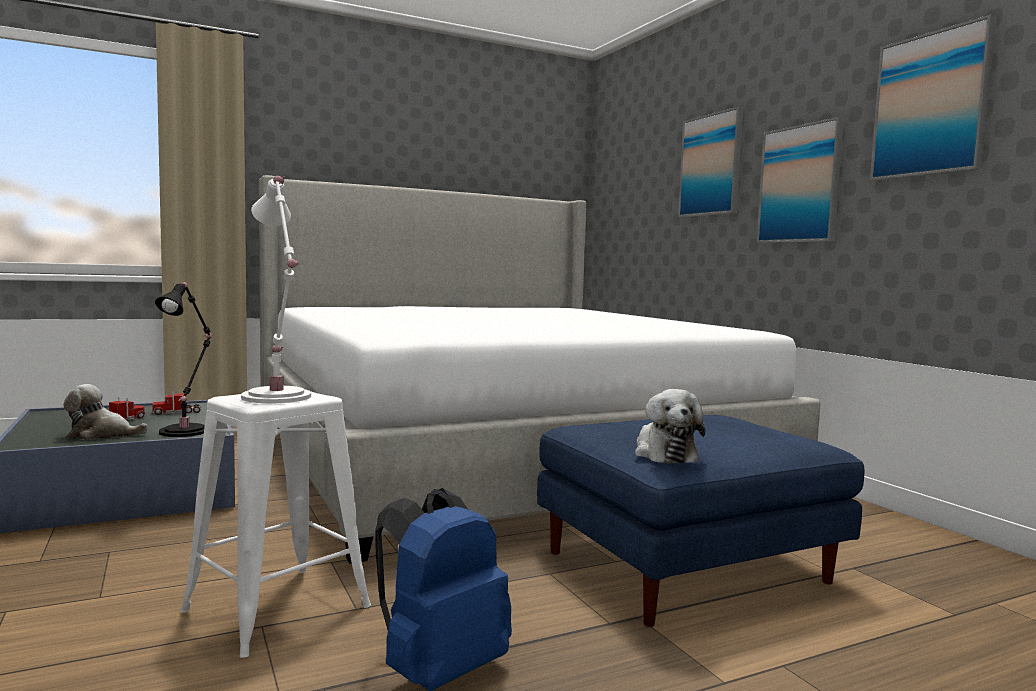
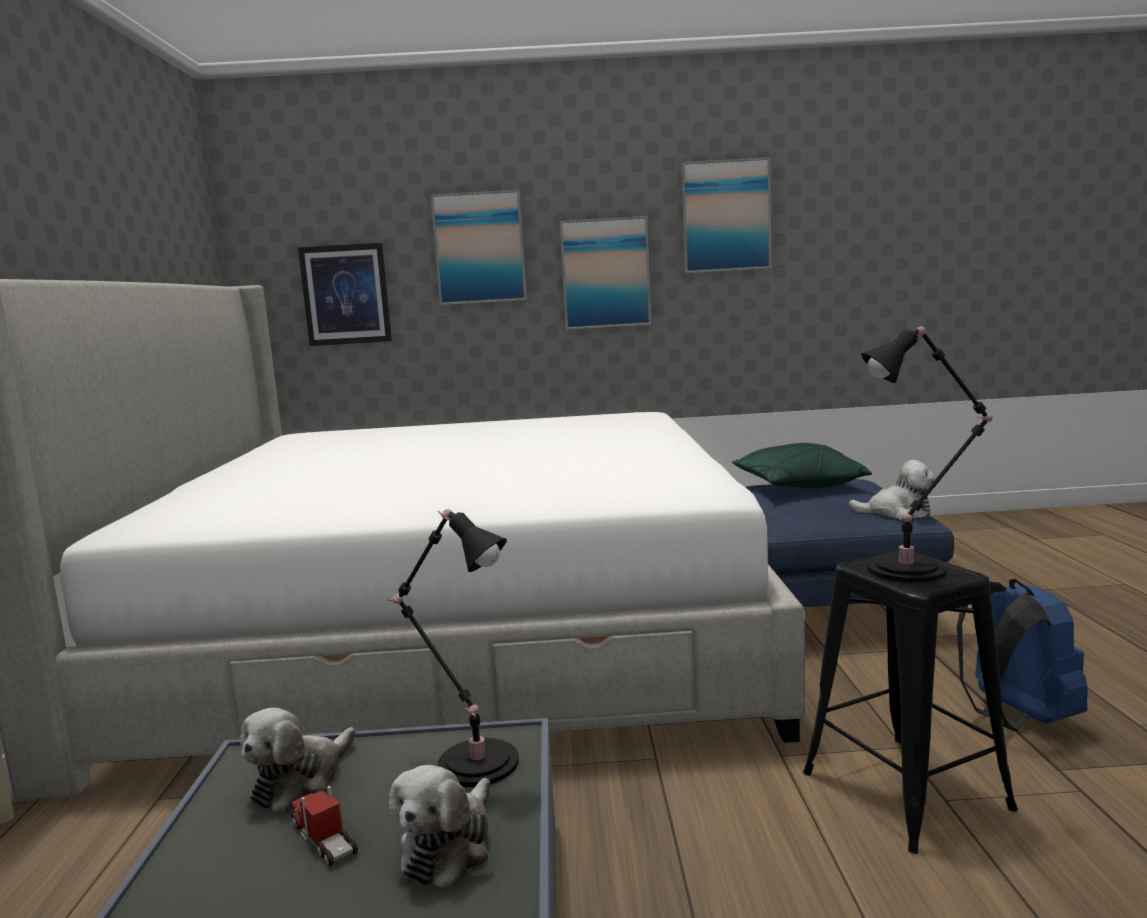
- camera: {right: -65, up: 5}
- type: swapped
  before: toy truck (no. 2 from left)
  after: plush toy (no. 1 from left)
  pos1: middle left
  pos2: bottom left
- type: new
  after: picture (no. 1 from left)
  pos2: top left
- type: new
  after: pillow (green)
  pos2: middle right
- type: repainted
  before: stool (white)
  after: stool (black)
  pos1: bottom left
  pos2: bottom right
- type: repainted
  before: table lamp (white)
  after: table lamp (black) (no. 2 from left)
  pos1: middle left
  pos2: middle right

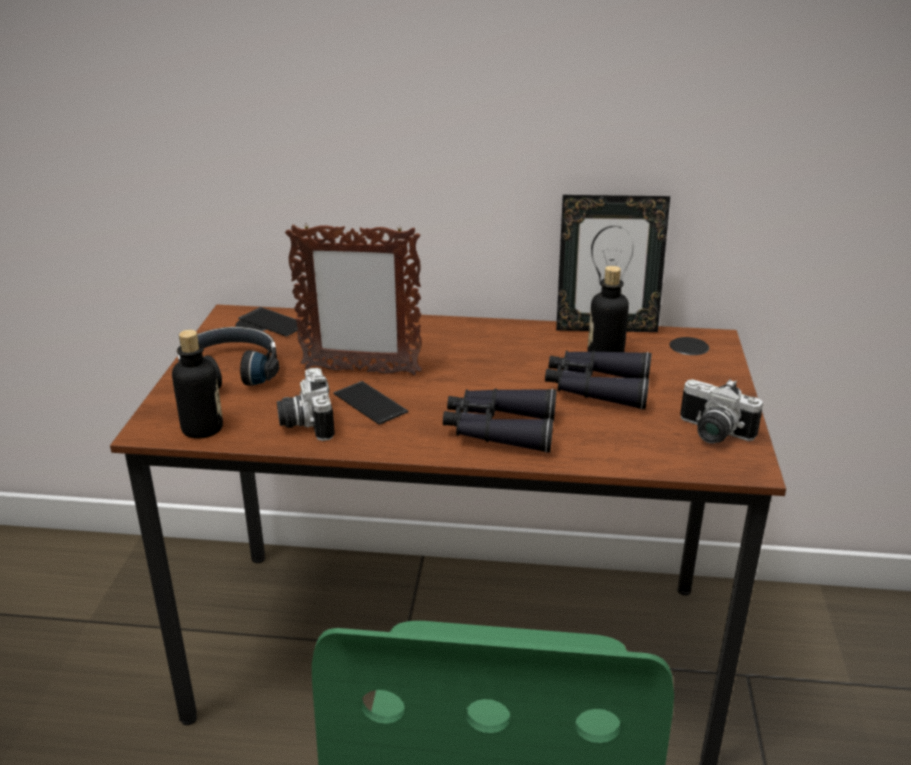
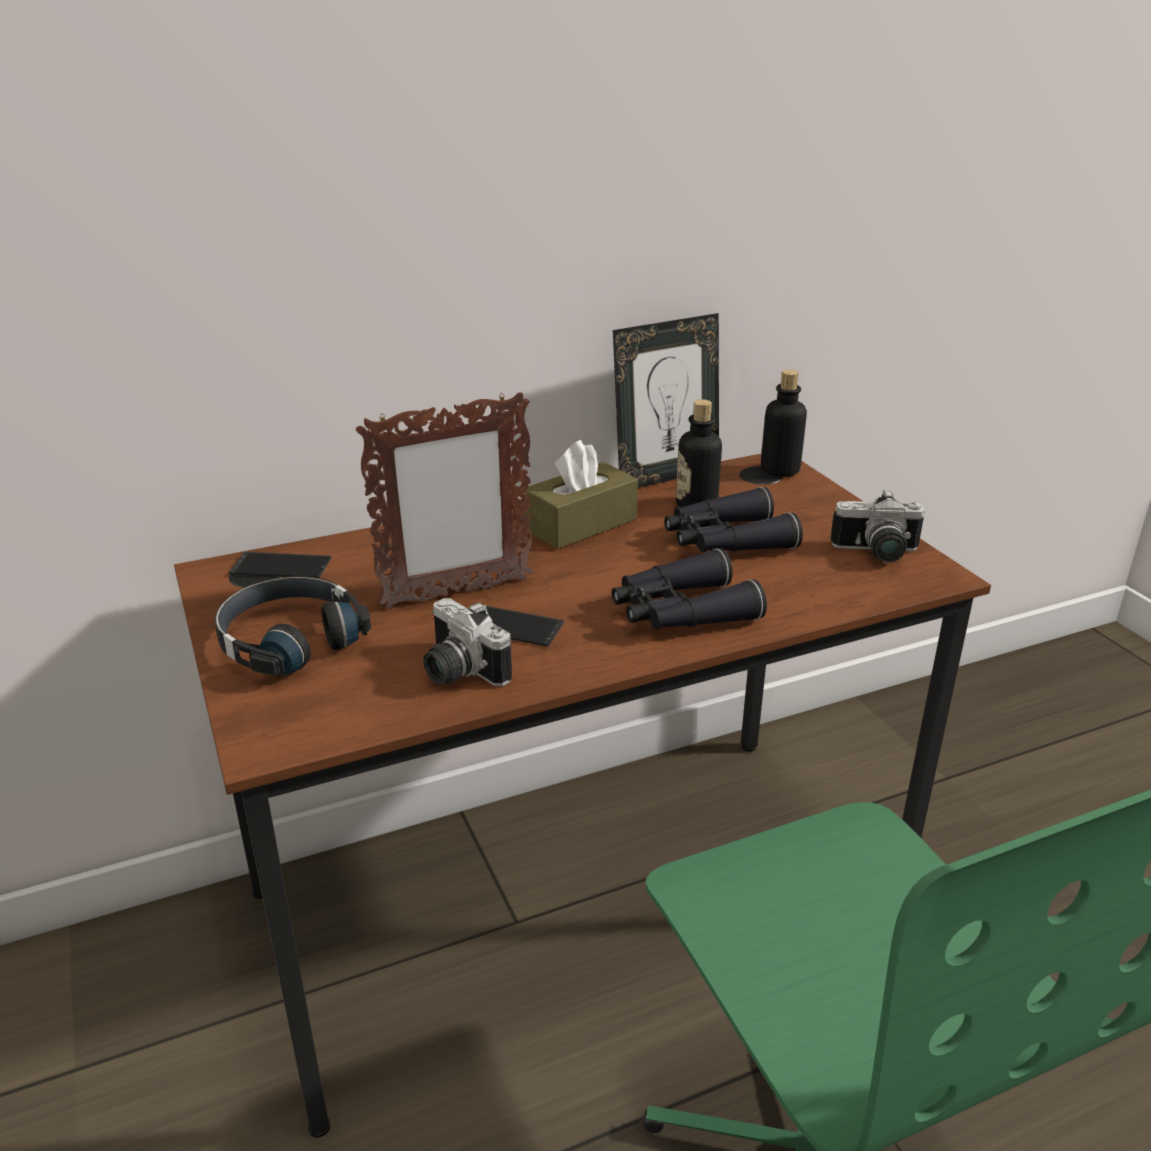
- camera: {right: -30, up: 0}
- type: new
  after: tissue box (brown)
  pos2: centre
- type: shifted
  before: bottle (no. 1 from left in the first image)
  after: bottle (no. 2 from left)
  pos1: middle left
  pos2: middle right

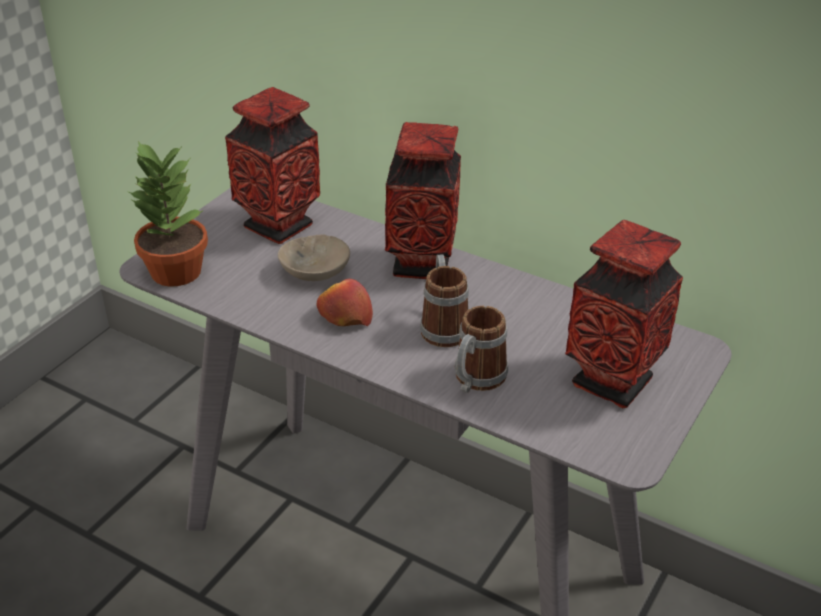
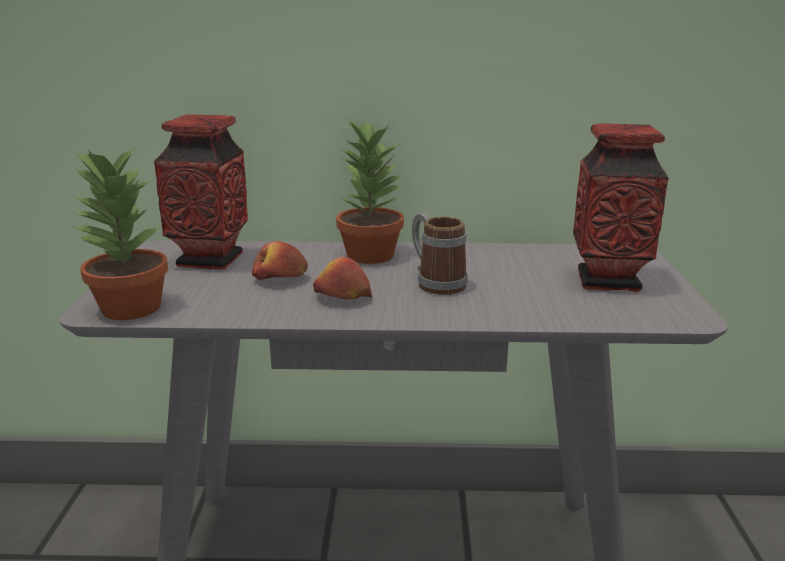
- camera: {right: -30, up: -15}
- type: swapped
  before: bowl (beige)
  after: apple (no. 1 from left)
  pos1: centre
  pos2: centre
- type: swapped
  before: vase (no. 2 from left)
  after: potted plant (no. 2 from left)
  pos1: top centre
  pos2: centre
- type: gone
  before: mug (no. 2 from left)
  pos1: centre

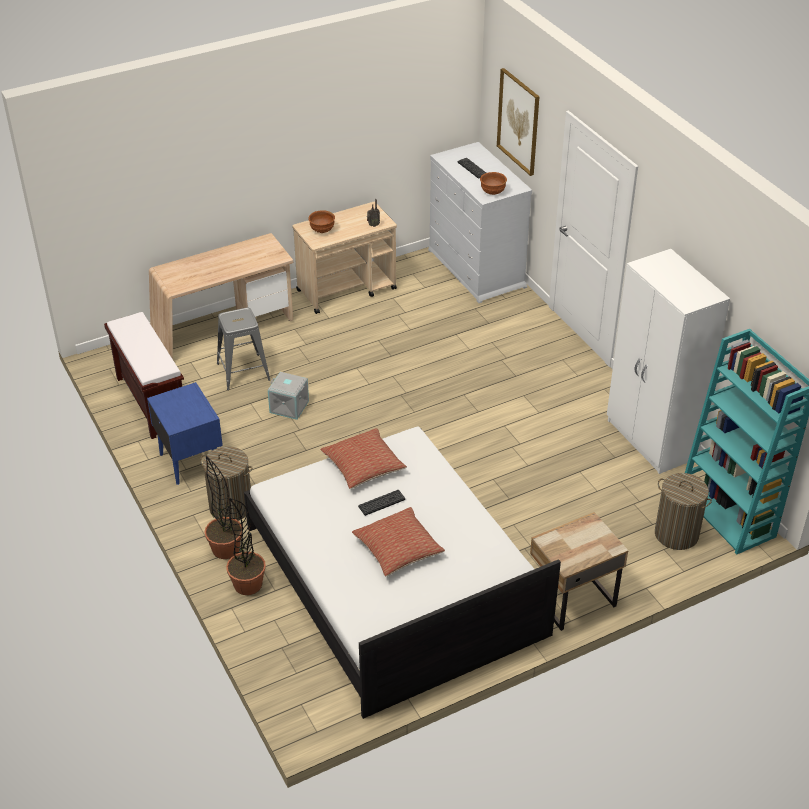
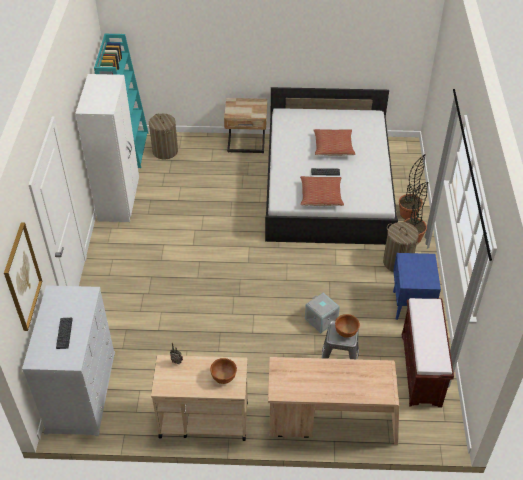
- camera: {right: -150, up: 5}
- type: shifted
  before: bowl (brown) (no. 2 from left)
  pos1: top centre
  pos2: bottom centre

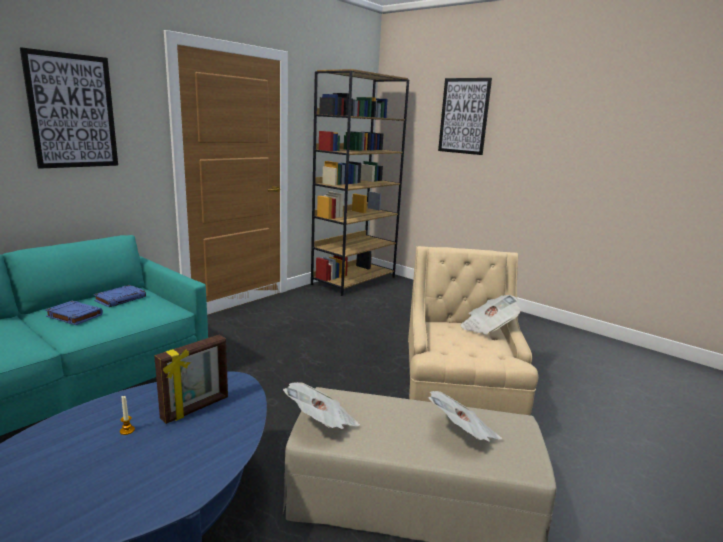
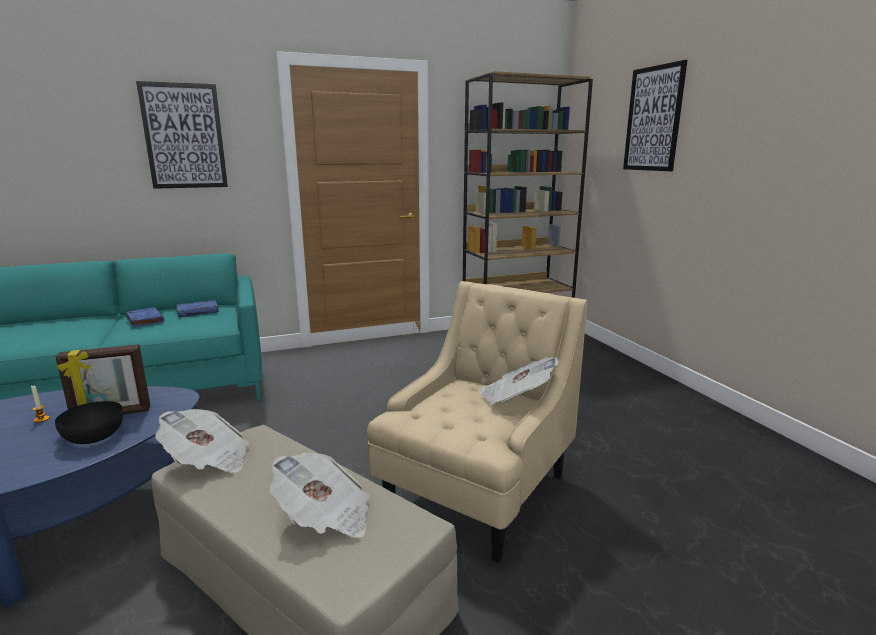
- camera: {right: 30, up: 0}
- type: new
  after: bowl (black)
  pos2: middle left

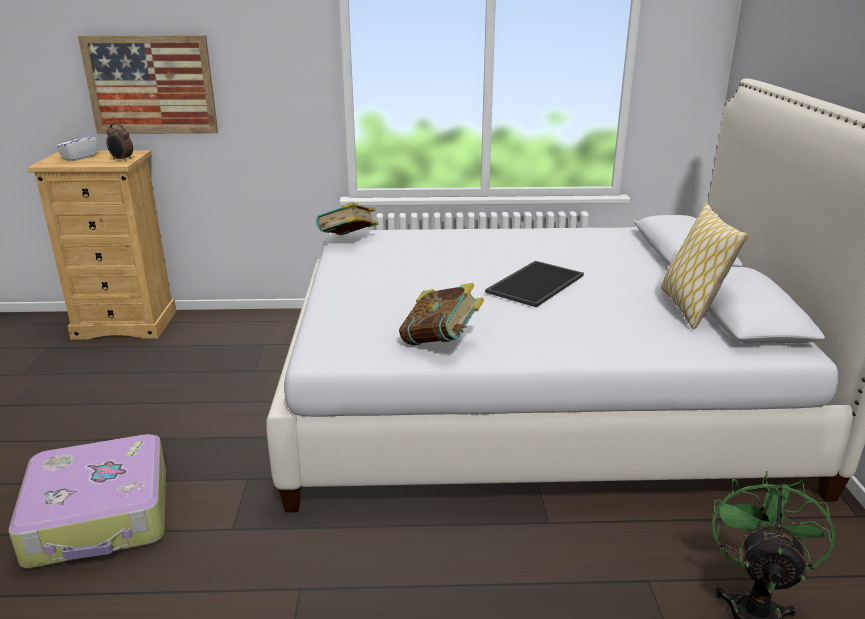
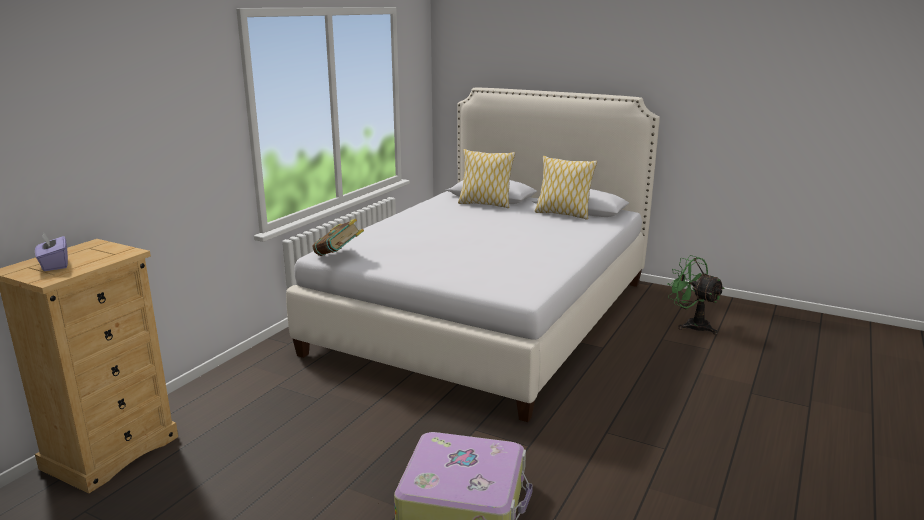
- camera: {right: -60, up: -5}
- type: repainted
  before: tissue box (white)
  after: tissue box (purple)
  pos1: top left
  pos2: middle left
- type: new
  after: pillow (no. 1 from left)
  pos2: centre
- type: gone
  before: picture
  pos1: top left
- type: gone
  before: alarm clock
  pos1: top left
- type: gone
  before: book (no. 2 from left)
  pos1: centre
- type: gone
  before: tray
  pos1: centre

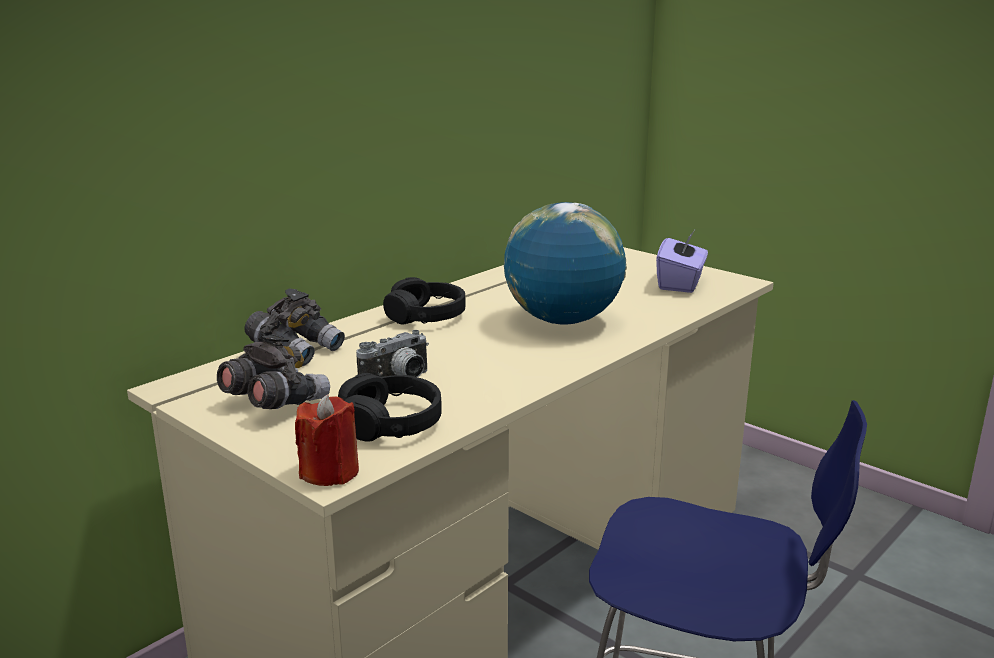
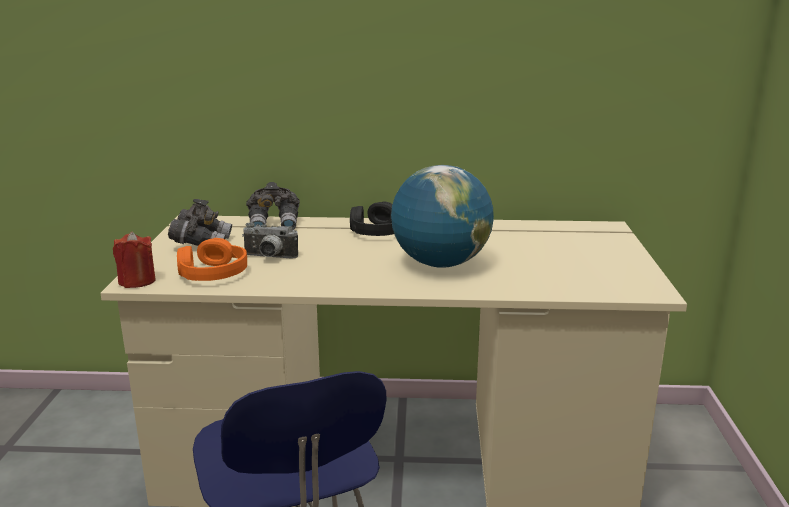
- camera: {right: 50, up: 0}
- type: repainted
  before: headphones (black) (no. 1 from left)
  after: headphones (orange)
  pos1: centre
  pos2: middle left
- type: gone
  before: tissue box (purple)
  pos1: middle right

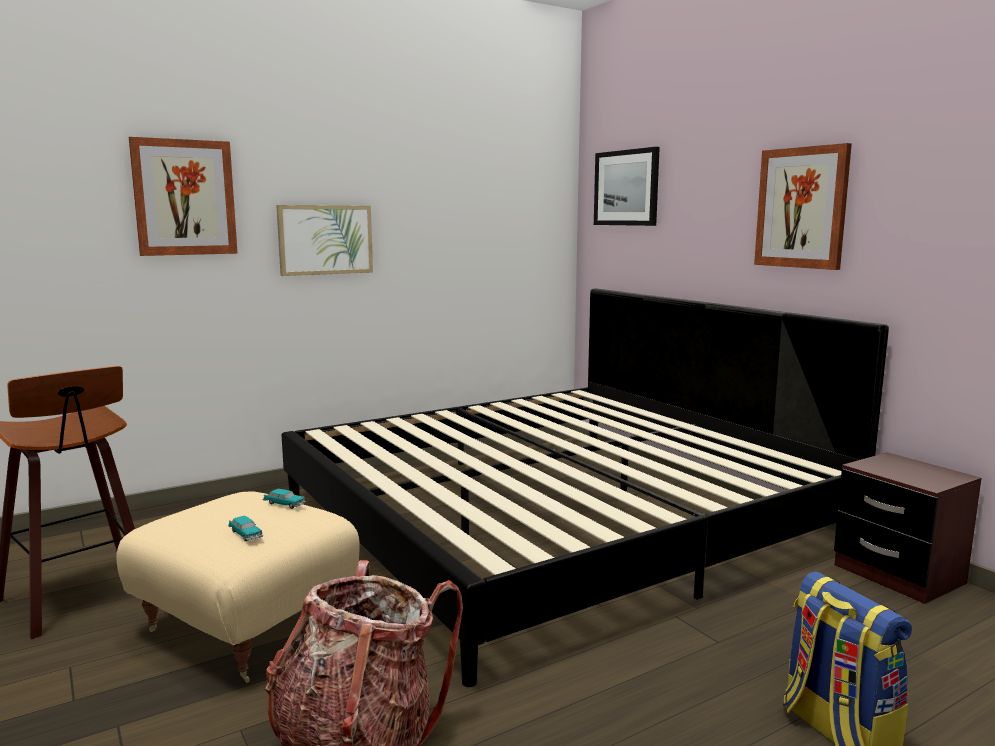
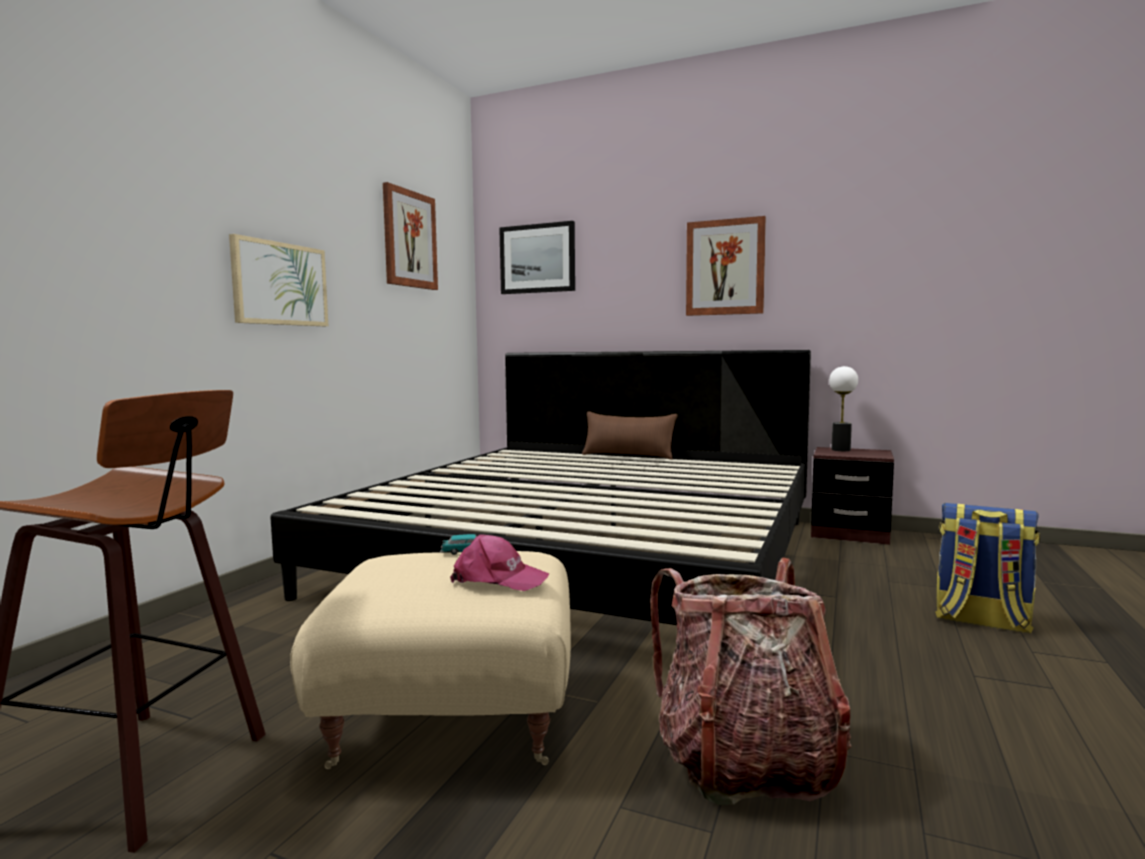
- camera: {right: -35, up: -5}
- type: shifted
  before: picture (no. 1 from left in the first image)
  after: picture (no. 2 from left)
  pos1: top left
  pos2: top centre
- type: swapped
  before: toy car (no. 1 from left)
  after: cap (pink)
  pos1: bottom left
  pos2: centre
- type: new
  after: pillow (brown)
  pos2: centre
- type: new
  after: table lamp
  pos2: middle right

